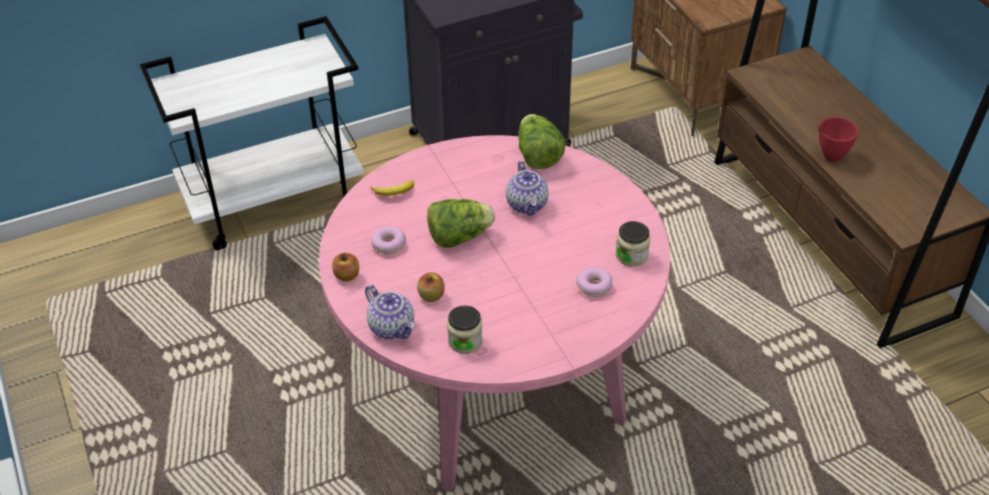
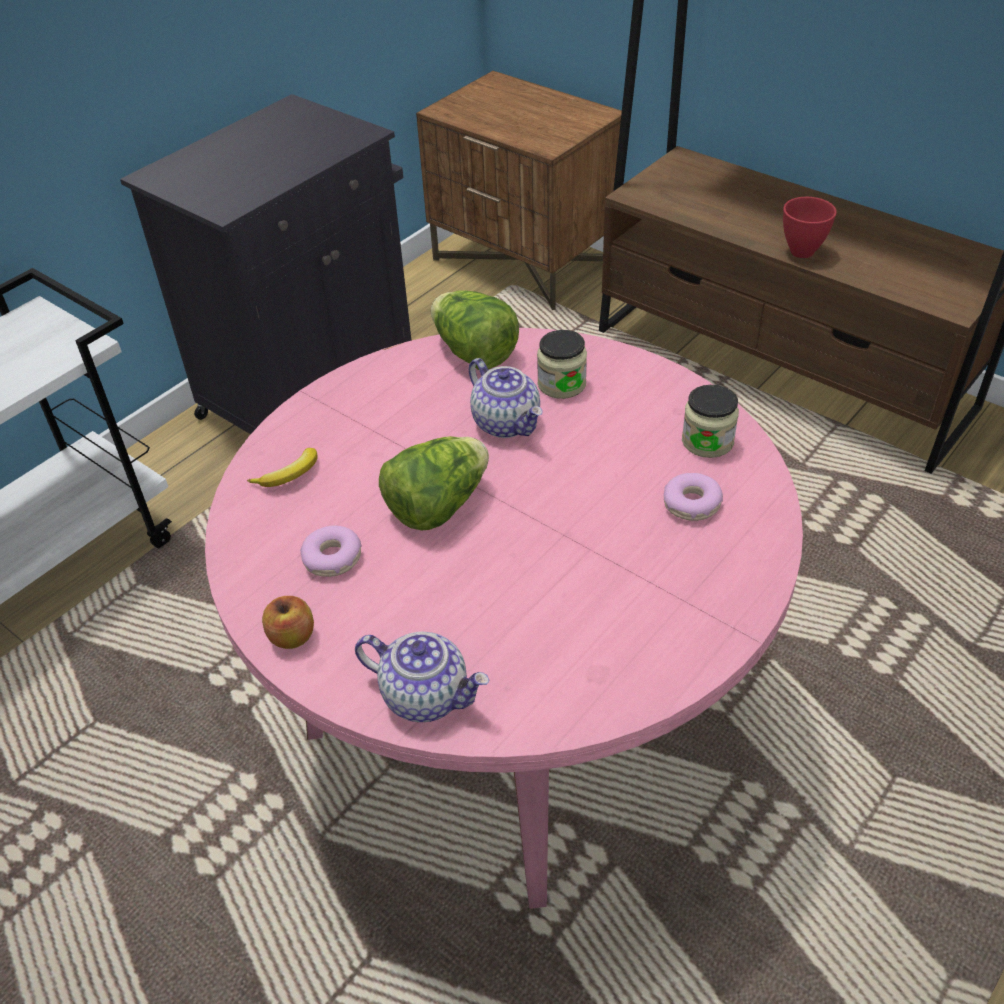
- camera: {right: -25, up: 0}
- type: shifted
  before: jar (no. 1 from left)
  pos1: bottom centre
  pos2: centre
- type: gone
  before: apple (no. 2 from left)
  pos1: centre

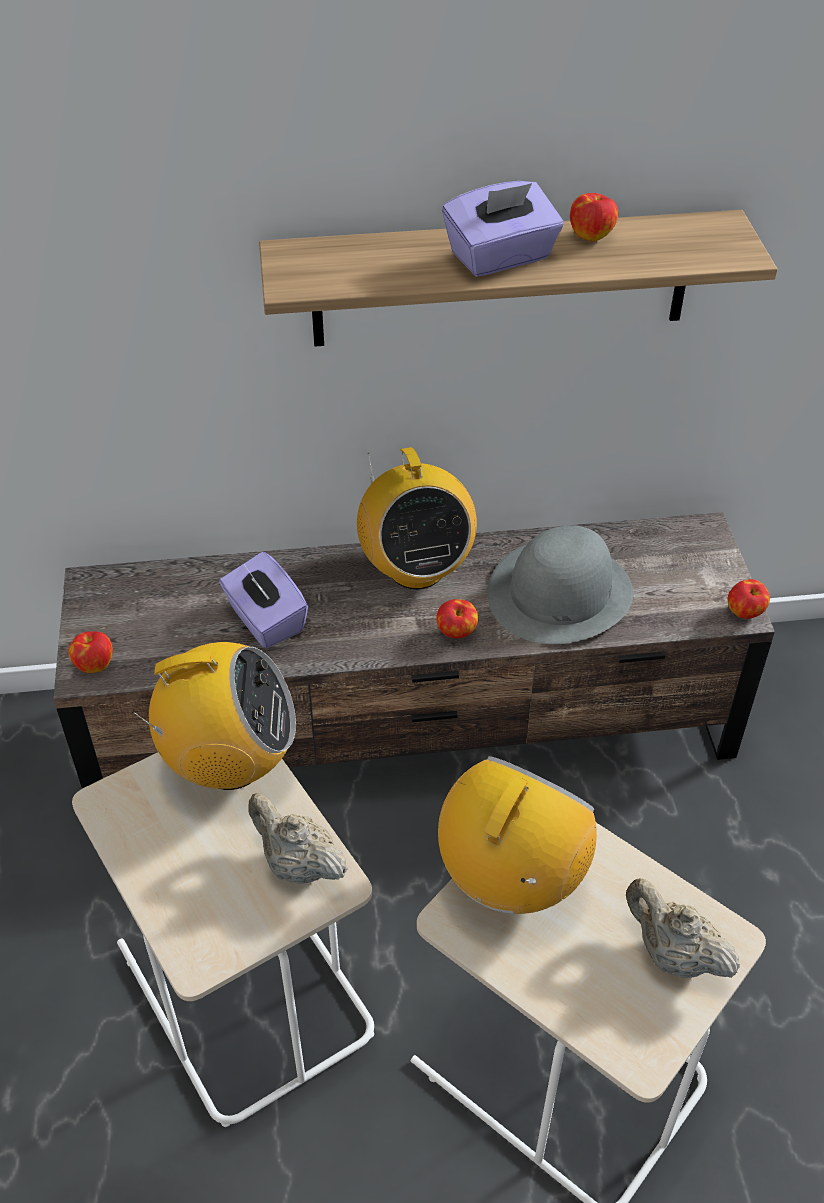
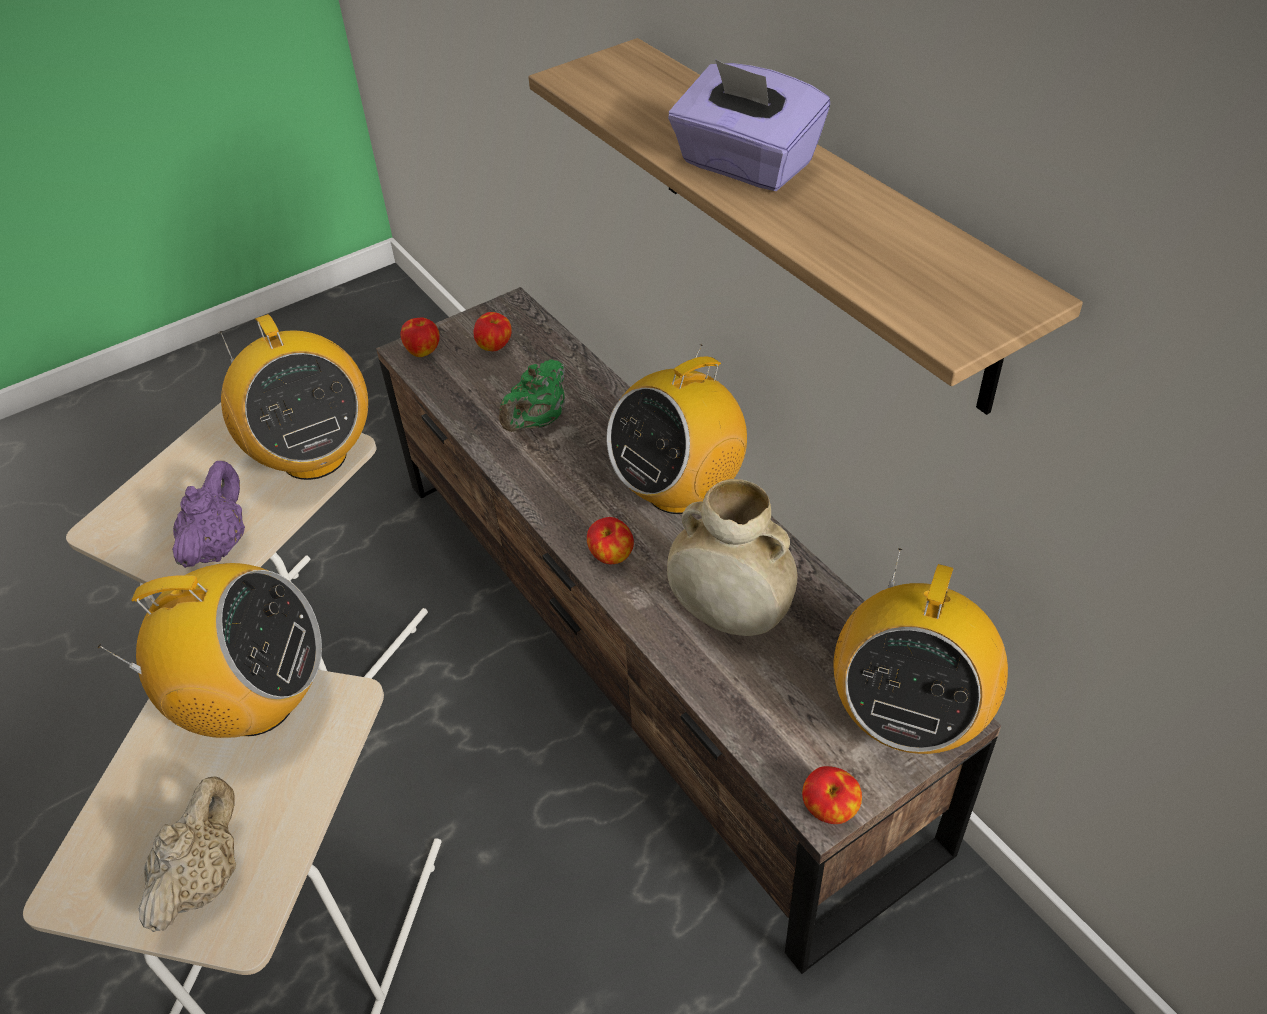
- camera: {right: 65, up: 0}
- type: repainted
  before: teapot (beige) (no. 1 from left)
  after: teapot (purple)
  pos1: bottom centre
  pos2: middle left
- type: shifted
  before: apple (no. 3 from left in the first image)
  after: apple (no. 2 from left)
  pos1: top right
  pos2: top centre
- type: swapped
  before: tissue box (purple) (no. 1 from left)
  after: teapot (green)
  pos1: middle left
  pos2: centre
- type: swapped
  before: hat (grey)
  after: vase (beige)
  pos1: middle right
  pos2: centre
- type: new
  after: radio (no. 4 from left)
  pos2: middle right

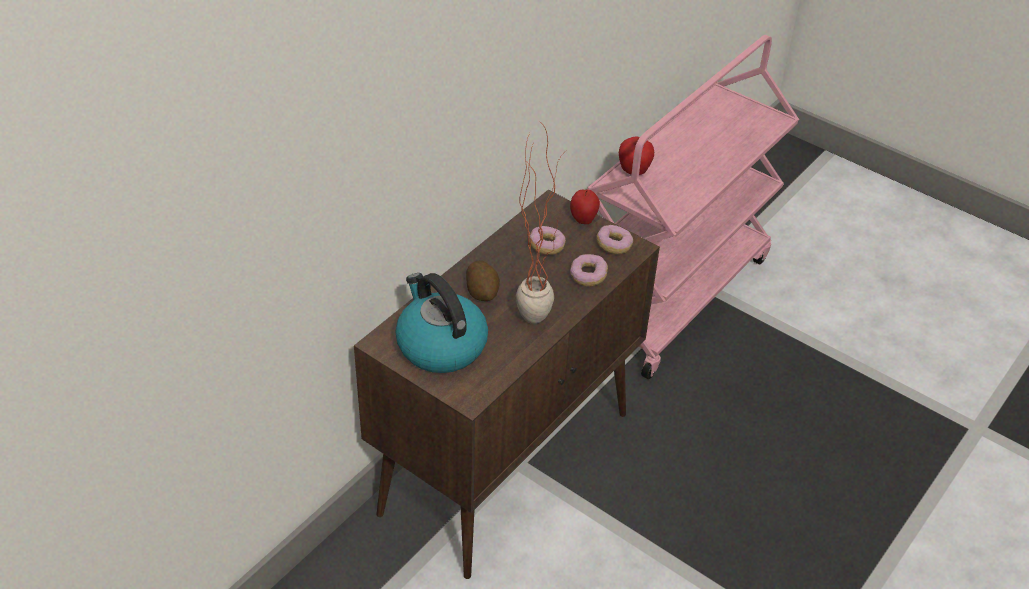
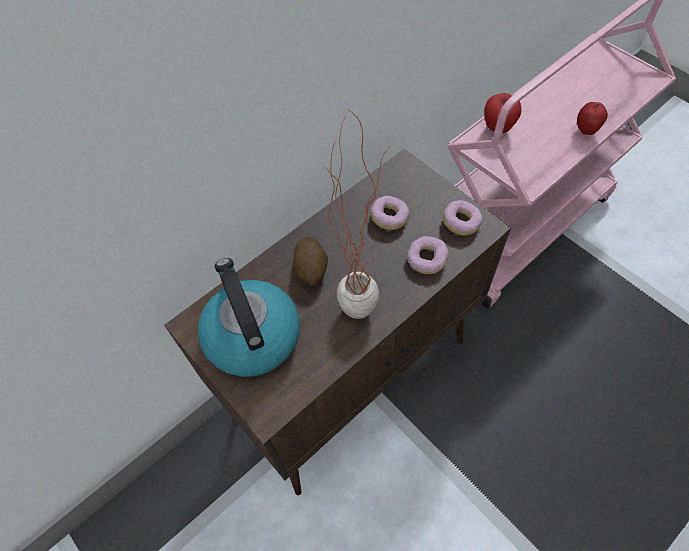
- camera: {right: 15, up: 15}
- type: shifted
  before: apple (no. 1 from left in the first image)
  after: apple (no. 2 from left)
  pos1: centre
  pos2: top right

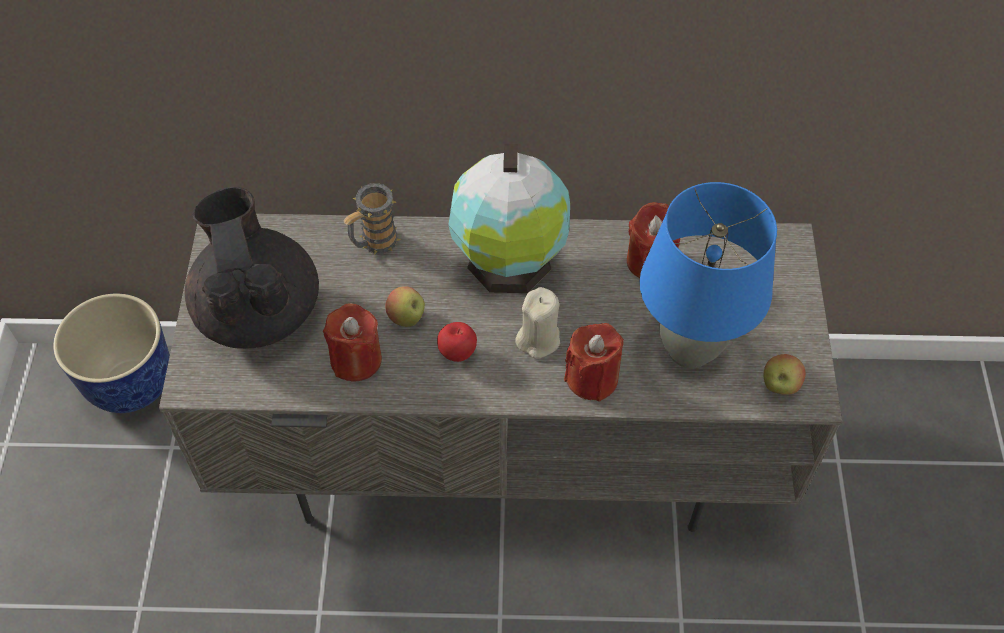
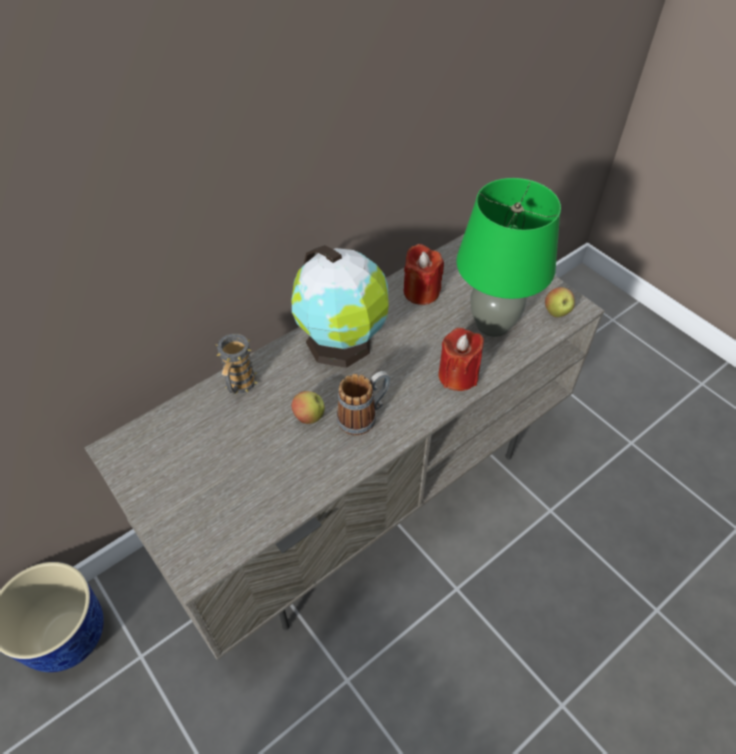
- camera: {right: -40, up: -5}
- type: swapped
  before: apple (no. 2 from left)
  after: mug (no. 2 from left)
  pos1: centre
  pos2: centre
- type: repainted
  before: table lamp (blue)
  after: table lamp (green)
  pos1: middle right
  pos2: middle right
- type: gone
  before: teapot (black)
  pos1: middle left
- type: gone
  before: candle (red) (no. 1 from left)
  pos1: centre
- type: gone
  before: candle (beige)
  pos1: centre

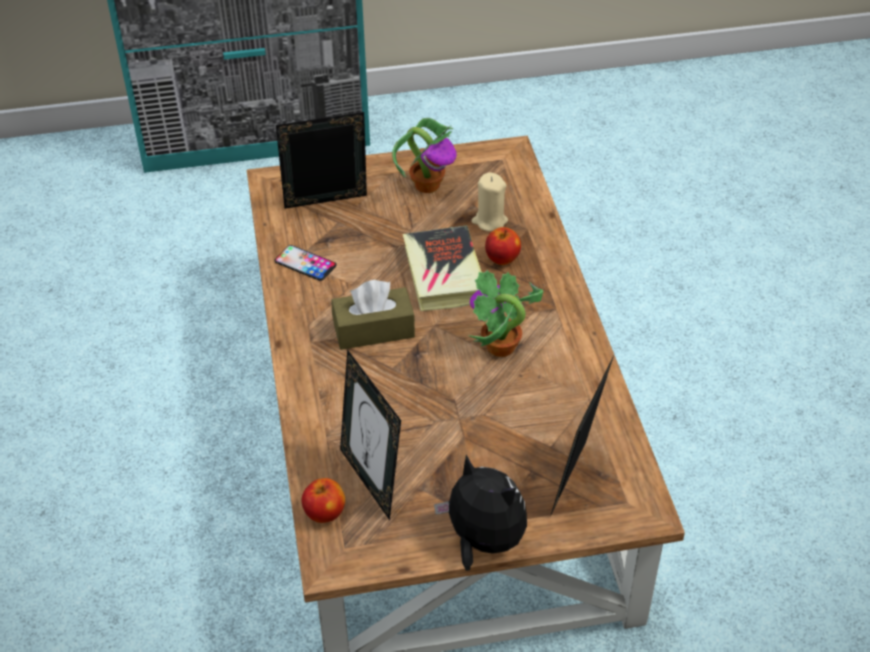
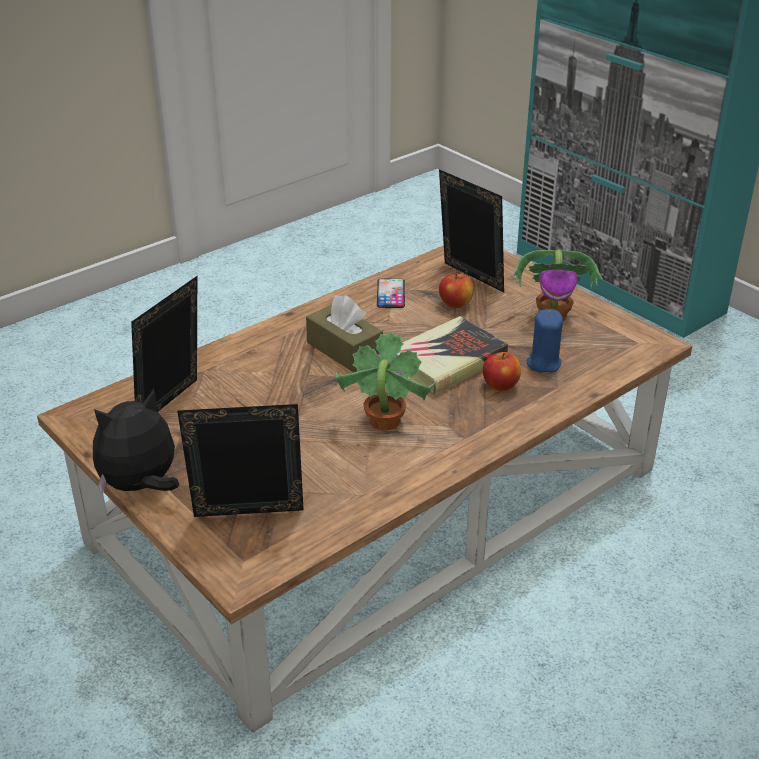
- camera: {right: 60, up: -10}
- type: rotated
  before: plush toy
  pos1: bottom centre
  pos2: middle left
  turn: -135
- type: shifted
  before: apple (no. 1 from left)
  pos1: bottom centre
  pos2: centre
- type: repainted
  before: candle (beige)
  after: candle (blue)
  pos1: top centre
  pos2: middle right

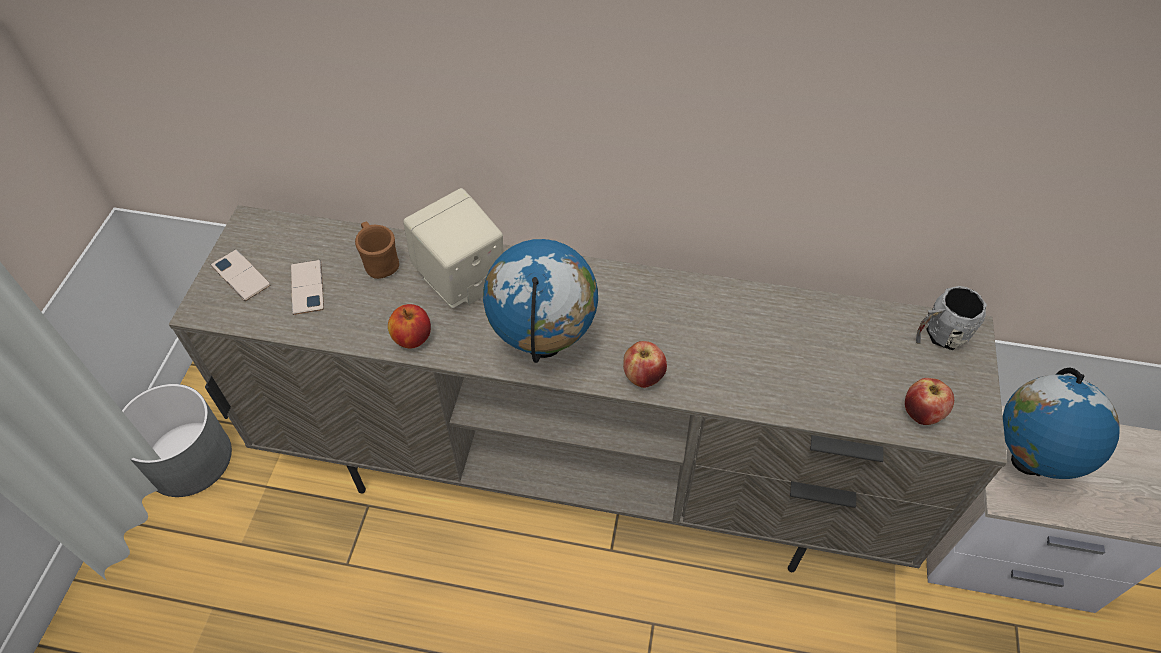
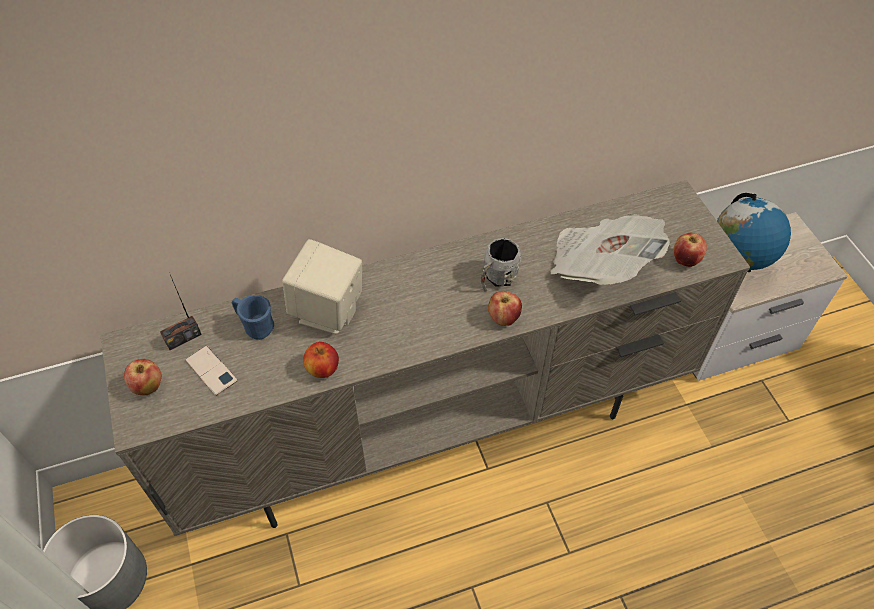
- camera: {right: -30, up: 0}
- type: swapped
  before: phone (no. 1 from left)
  after: apple (no. 1 from left)
  pos1: middle left
  pos2: middle left
- type: new
  after: radio
  pos2: middle left
- type: repainted
  before: mug (brown)
  after: mug (blue)
  pos1: middle left
  pos2: middle left
- type: shifted
  before: mug (grey)
  pos1: middle right
  pos2: centre
- type: new
  after: newspaper
  pos2: middle right
- type: gone
  before: globe (no. 1 from left)
  pos1: centre

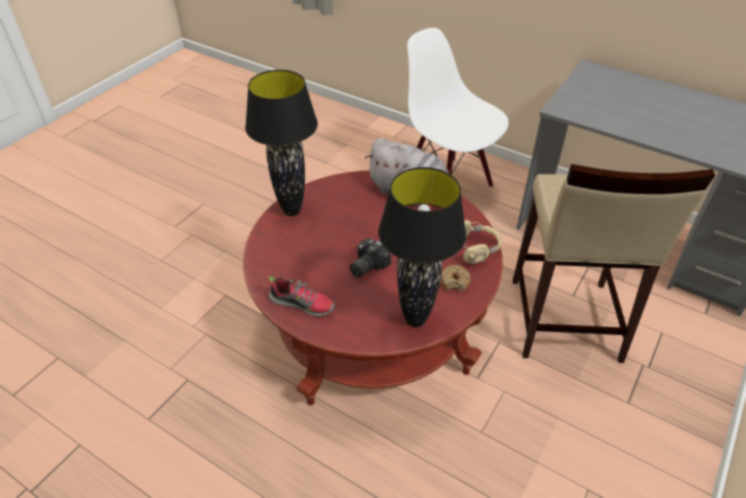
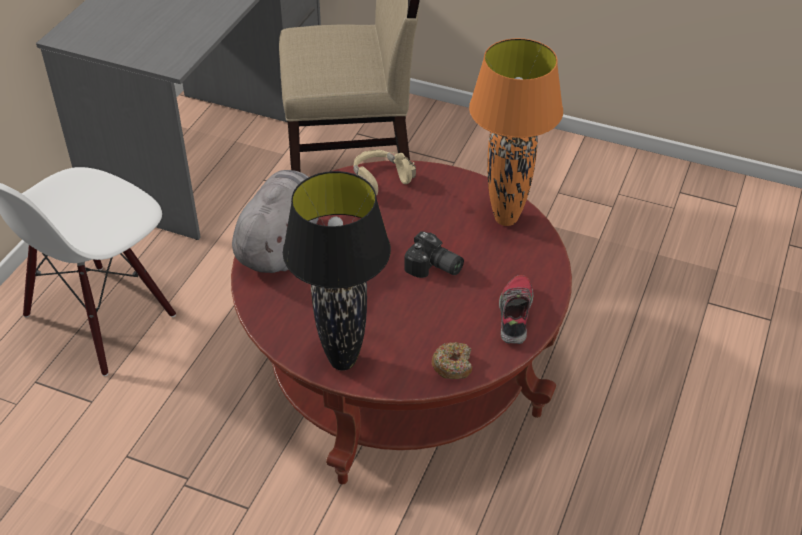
- camera: {right: -100, up: 0}
- type: shifted
  before: donut
  pos1: centre
  pos2: bottom centre
- type: repainted
  before: table lamp (black) (no. 2 from left)
  after: table lamp (orange)
  pos1: centre
  pos2: top centre

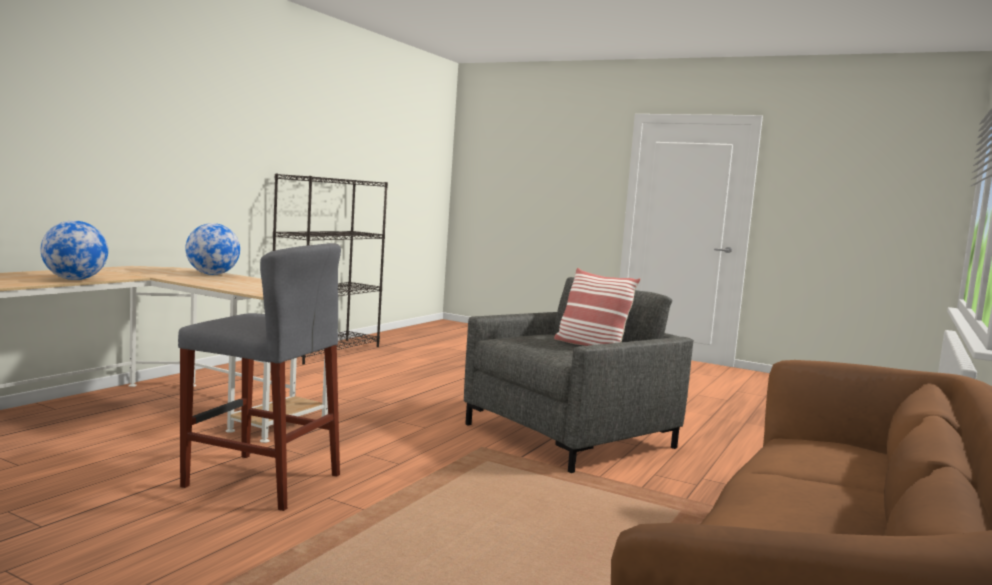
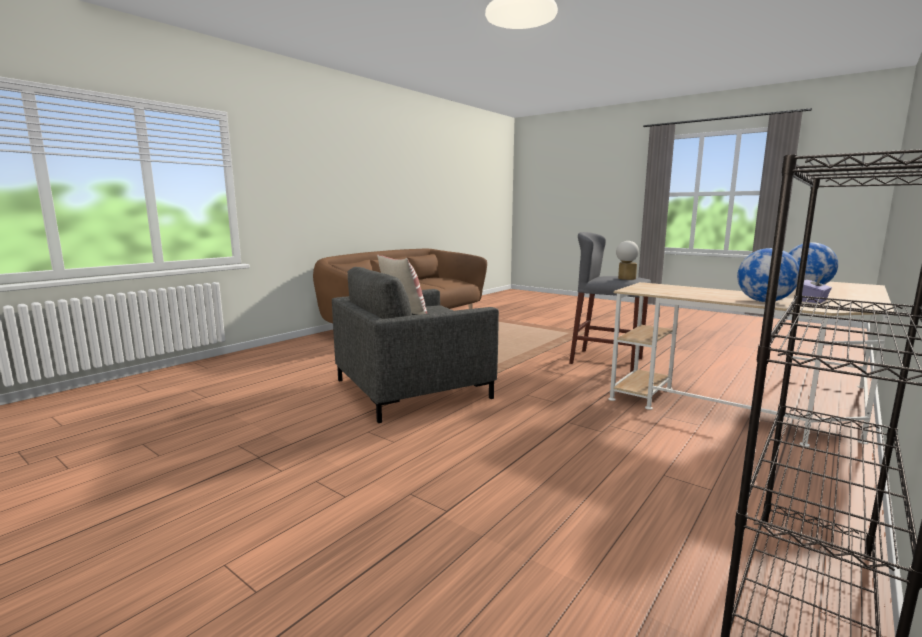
- camera: {right: -170, up: 5}
- type: new
  after: table lamp
  pos2: middle right
- type: new
  after: tissue box (purple)
  pos2: middle right

